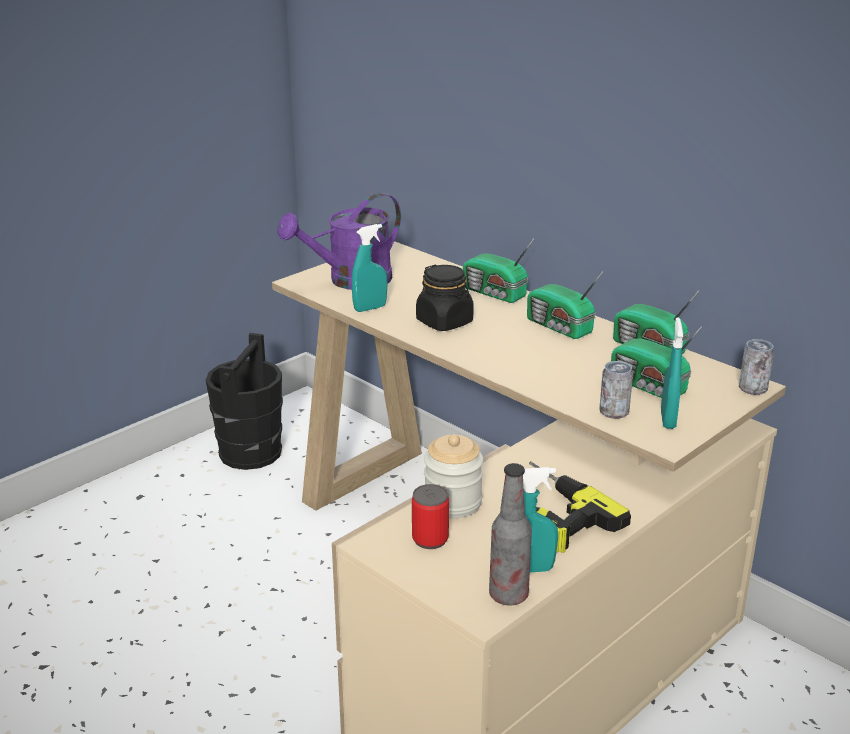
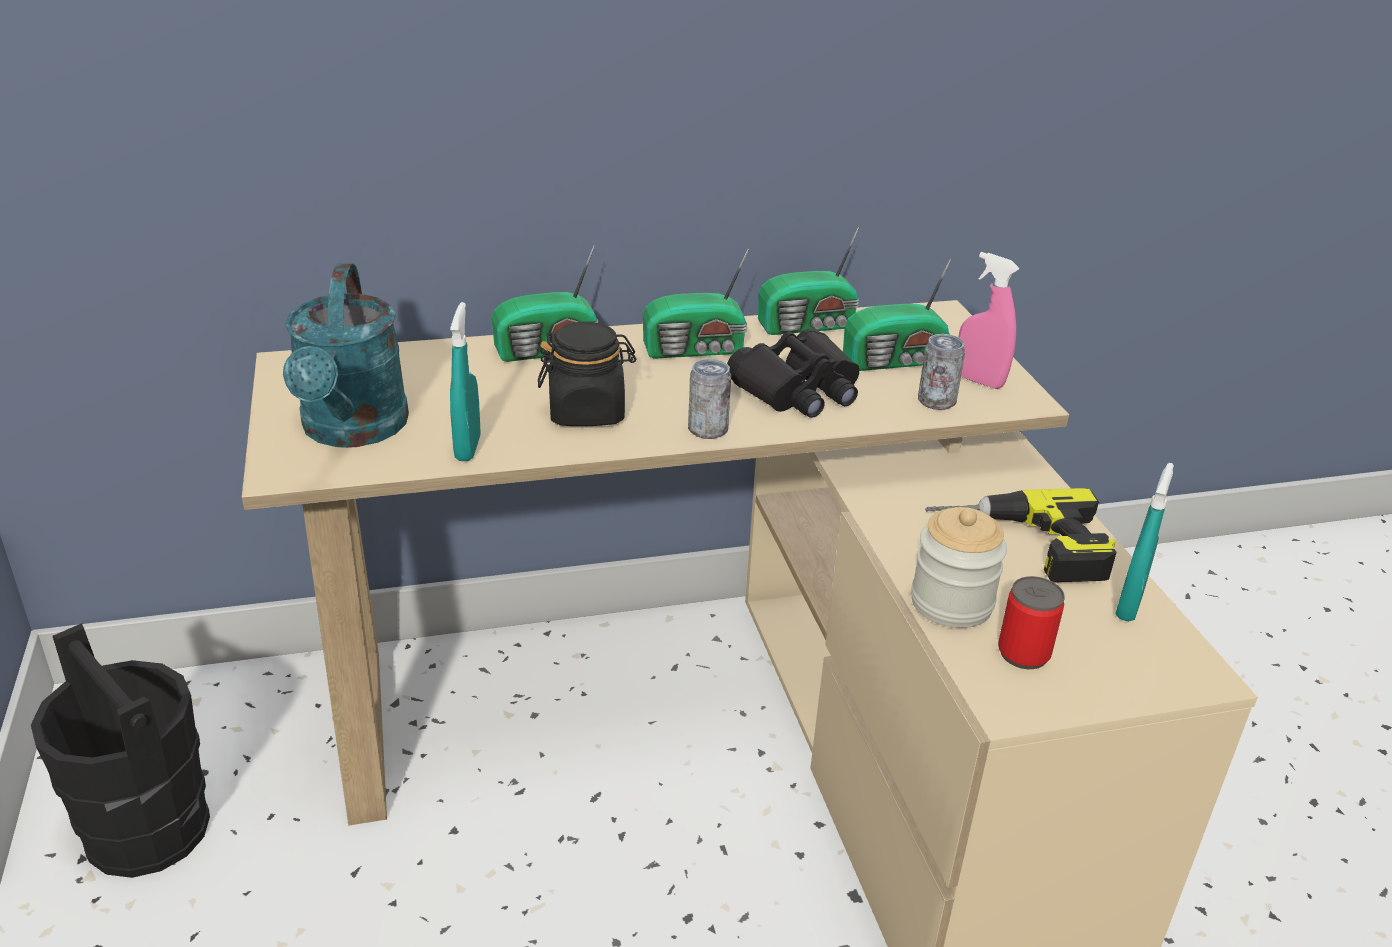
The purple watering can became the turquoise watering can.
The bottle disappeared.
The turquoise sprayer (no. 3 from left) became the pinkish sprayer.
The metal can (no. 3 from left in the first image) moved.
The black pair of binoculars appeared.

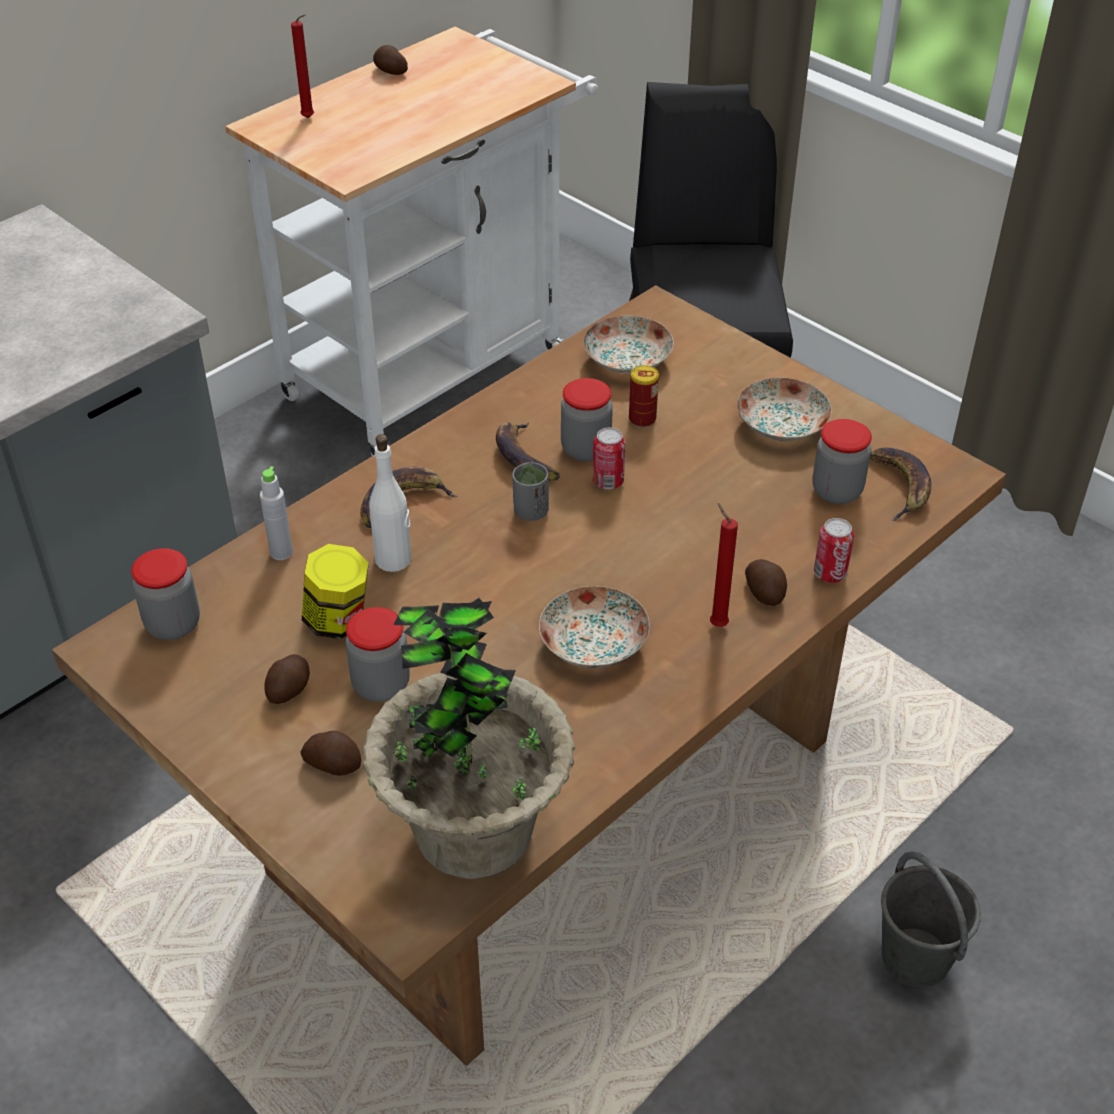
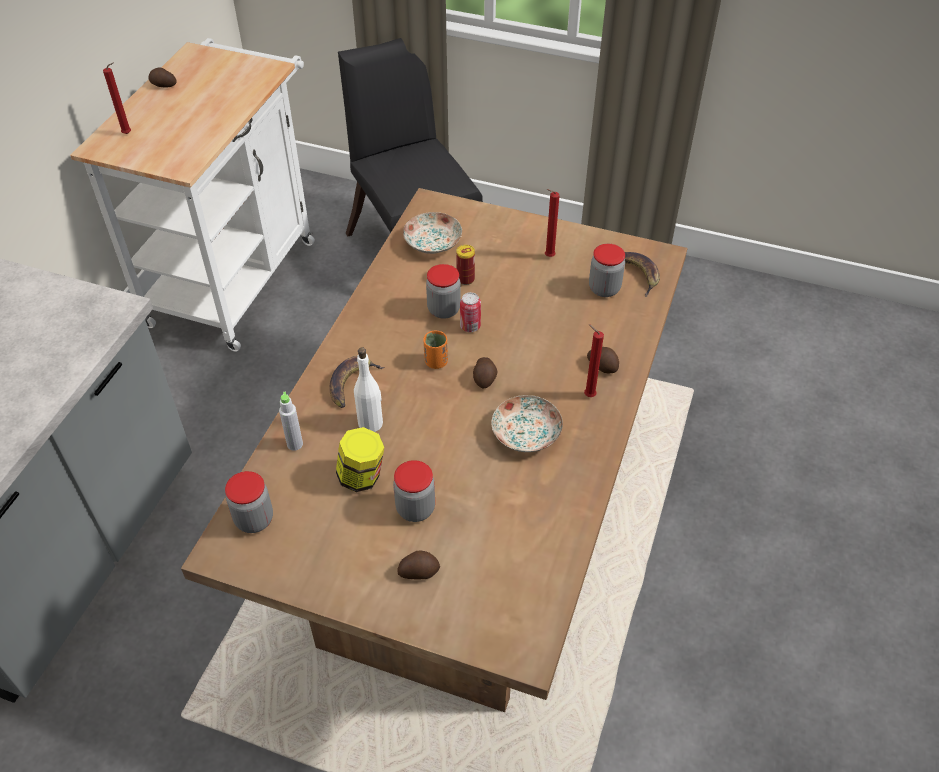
The potato (no. 1 from left in the first image) moved.
The houseplant disappeared.
The whole banana (no. 2 from left) disappeared.
The greyish small cup became the orange-coloured small cup.
The plate (no. 3 from left) was replaced by the red-coloured candle (no. 2 from left).
The metal can (no. 3 from left) disappeared.
The greyish pail disappeared.

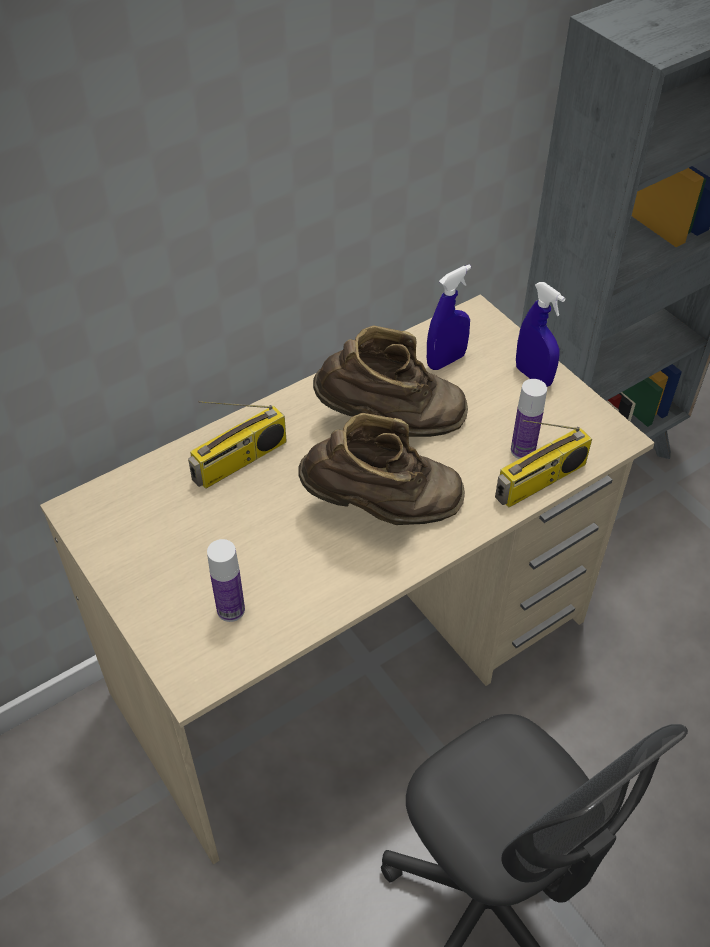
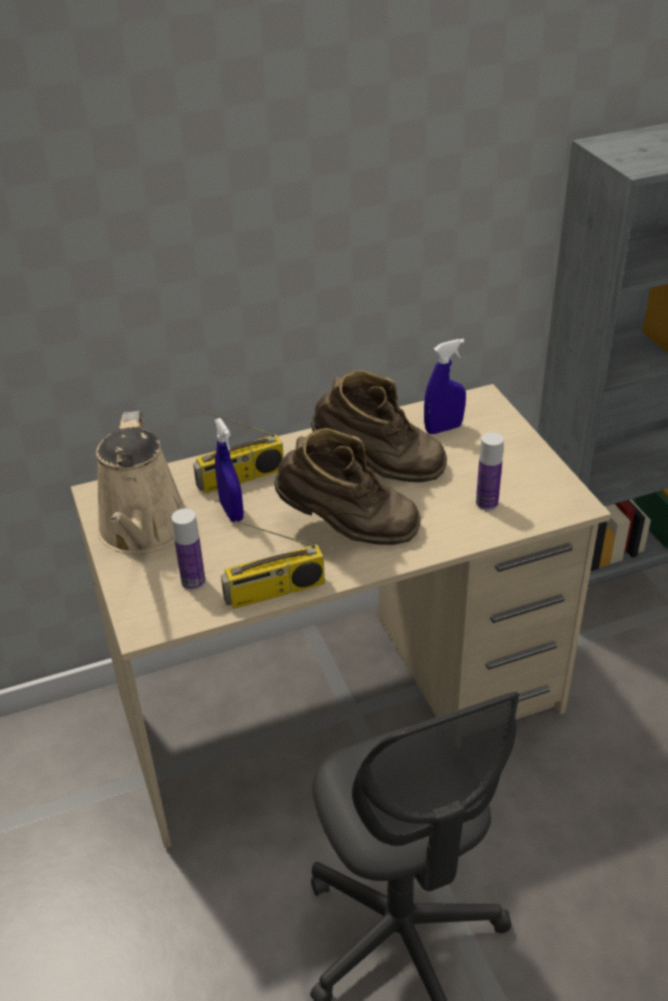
The radio receiver (no. 2 from left) moved.
The blue-coloured sprayer (no. 2 from left in the first image) moved.
The beige watering can appeared.

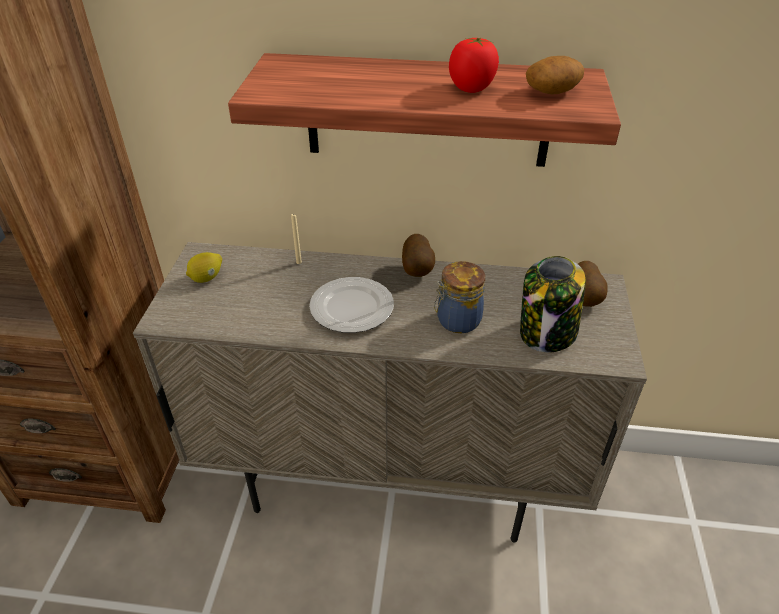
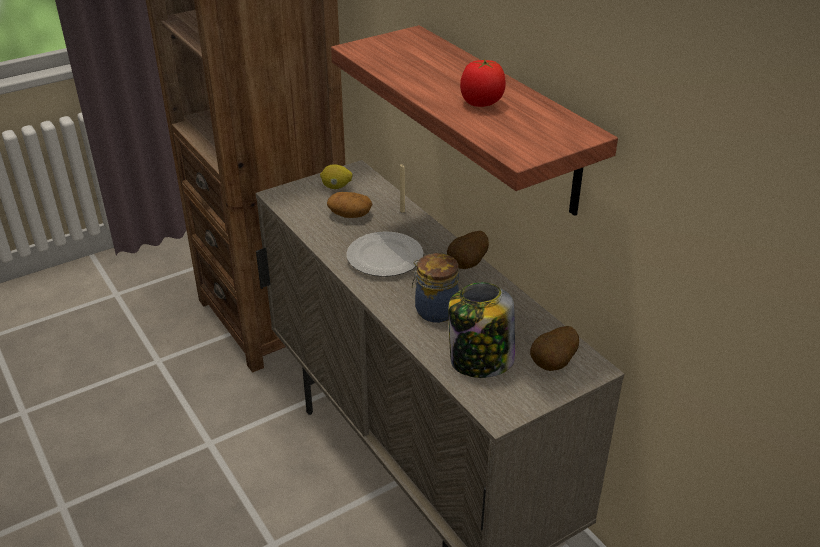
The potato (no. 2 from left in the first image) moved.

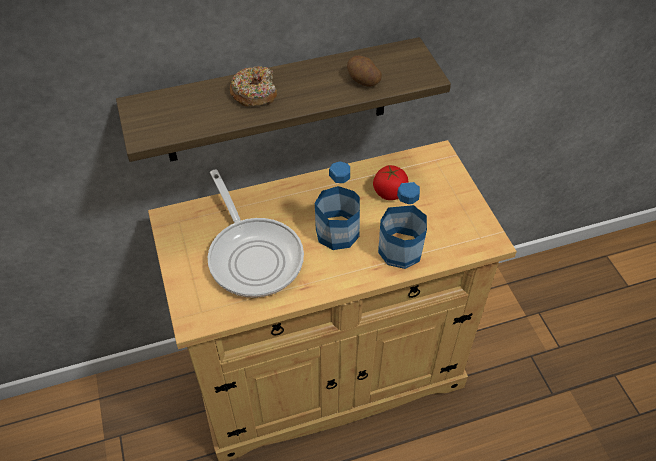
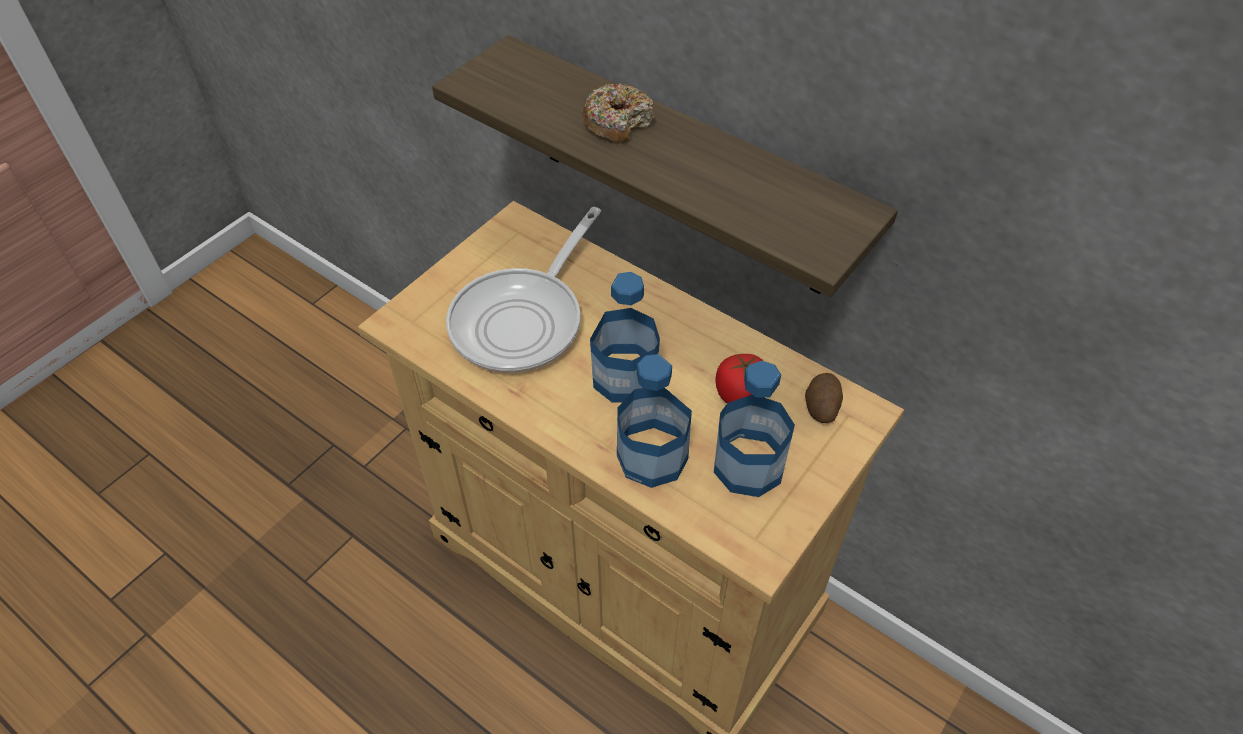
The potato moved.
The bottle (no. 3 from left) appeared.

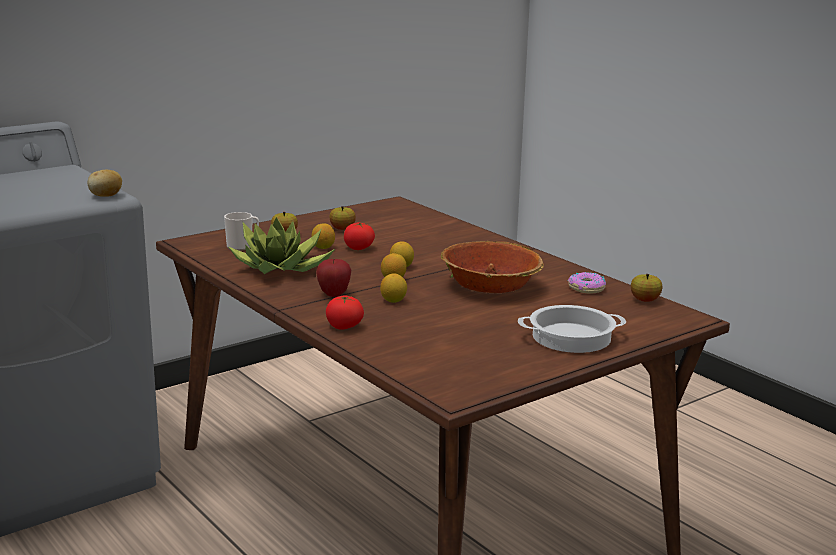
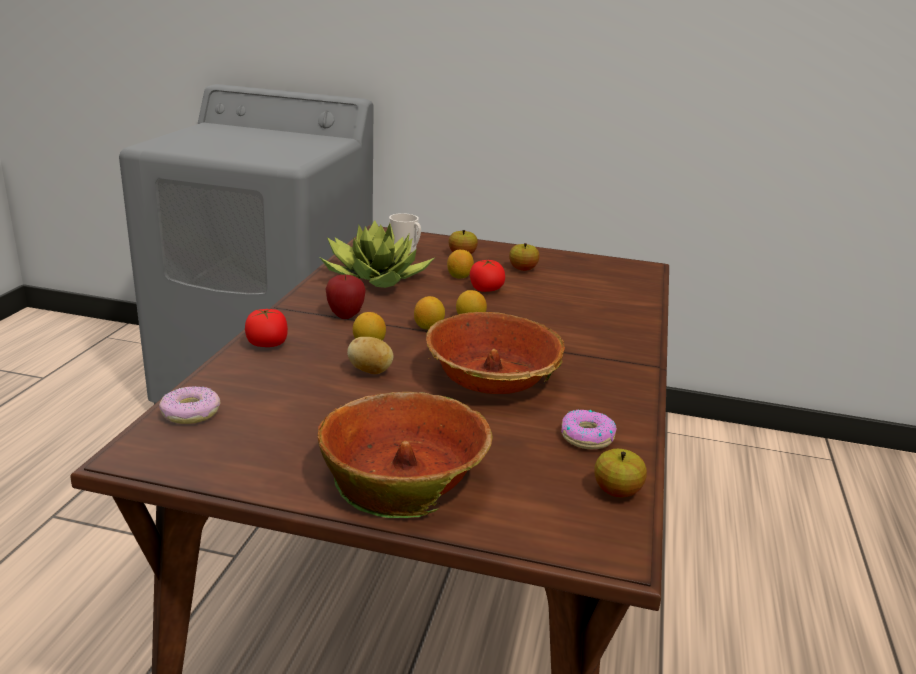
The potato moved.
The stockpot was replaced by the deep dish (no. 1 from left).
The doughnut (no. 1 from left) appeared.

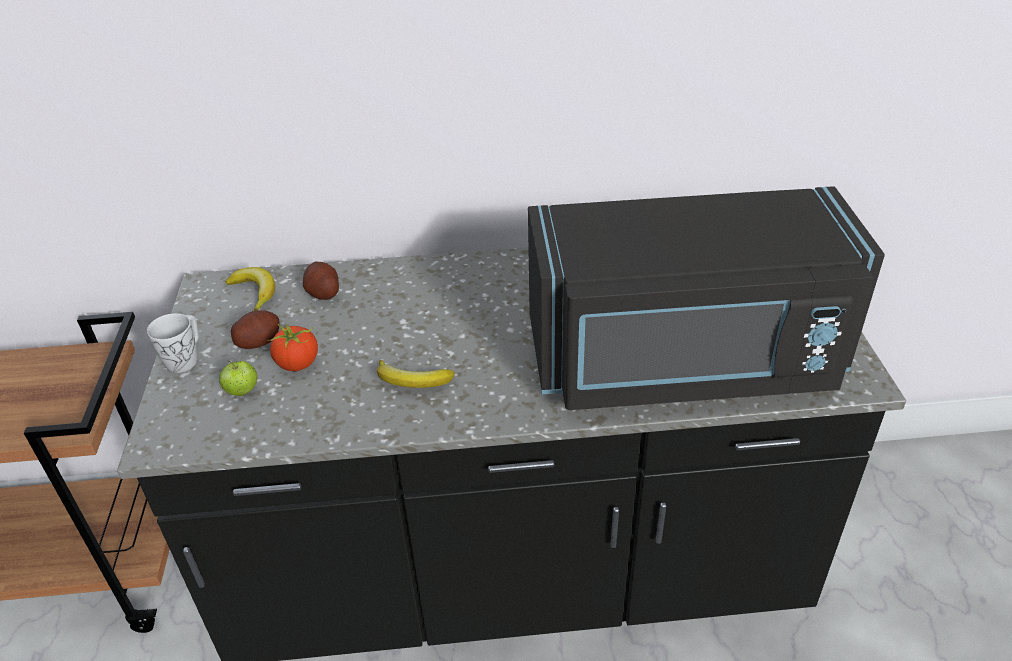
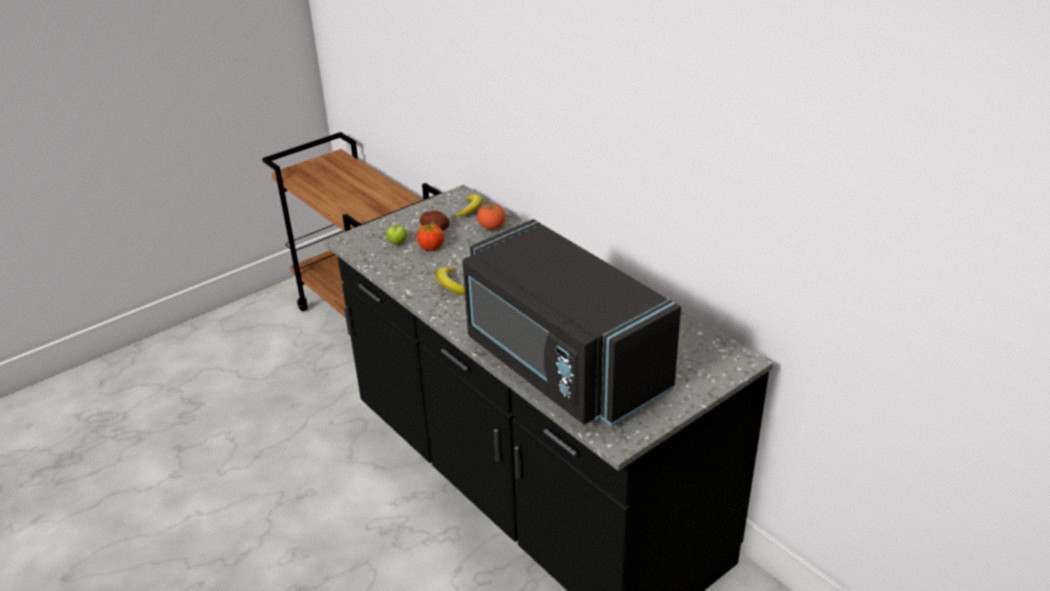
The white-coloured tea mug disappeared.
The potato (no. 2 from left) was replaced by the whole tomato (no. 2 from left).

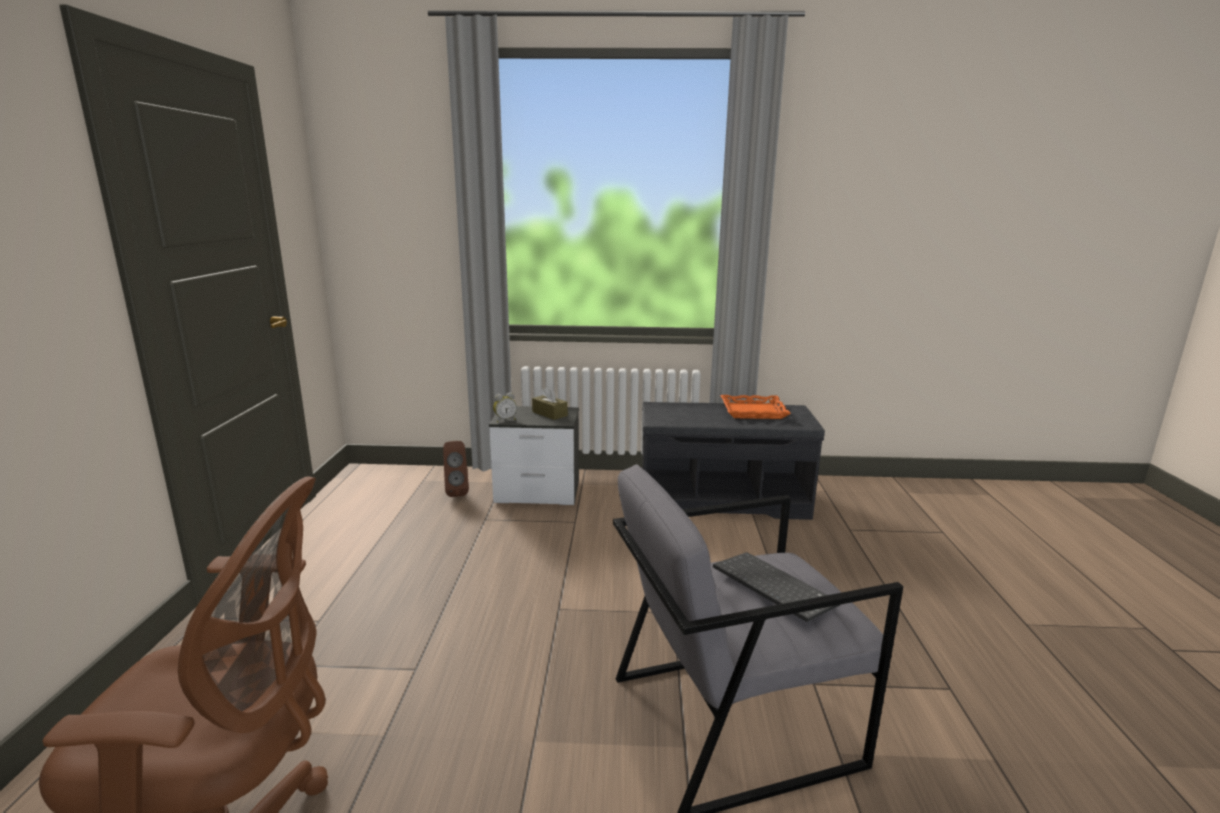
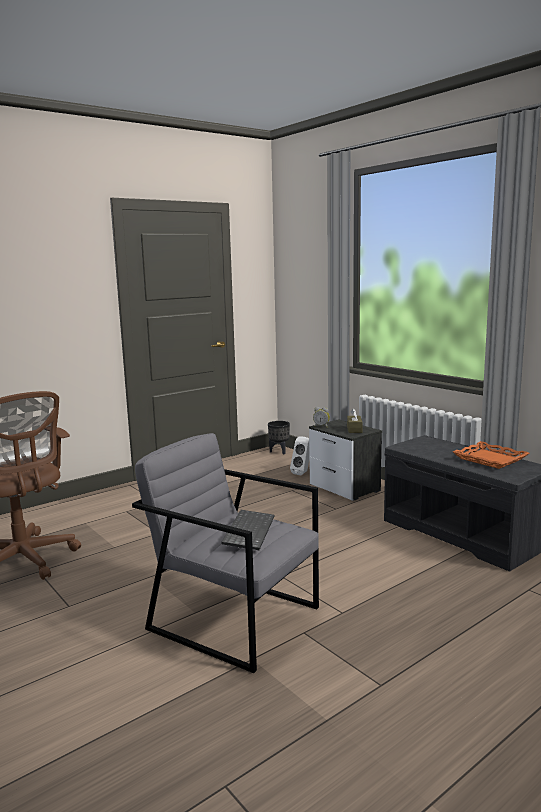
The brown audio speaker became the white-coloured audio speaker.
The black planter appeared.

